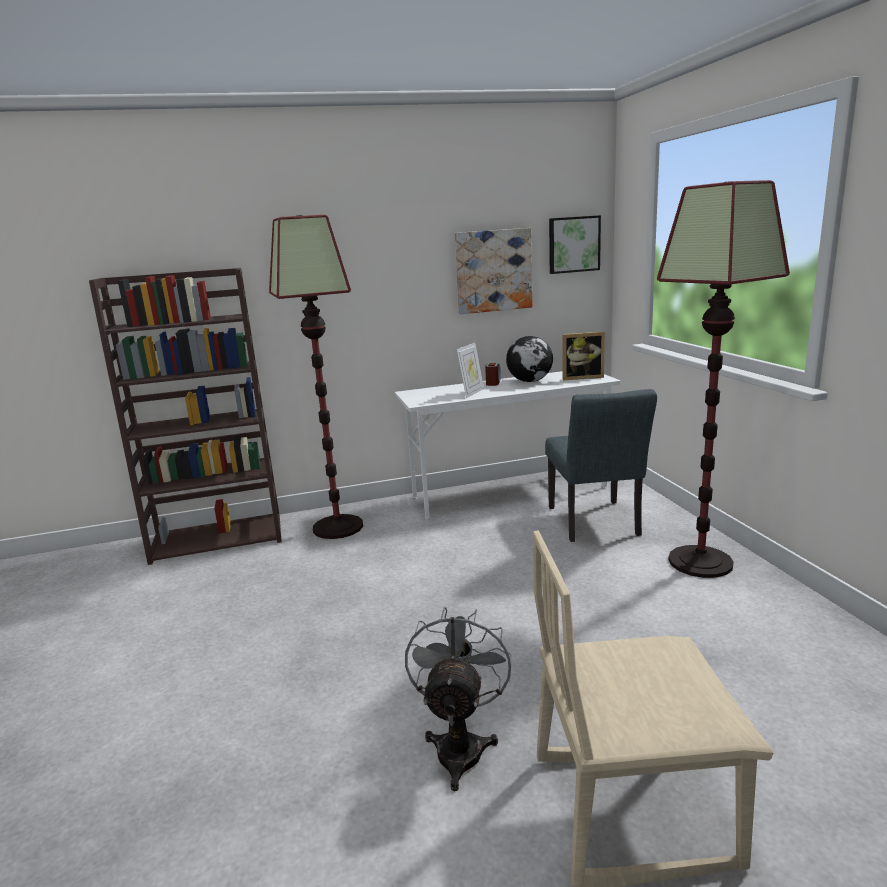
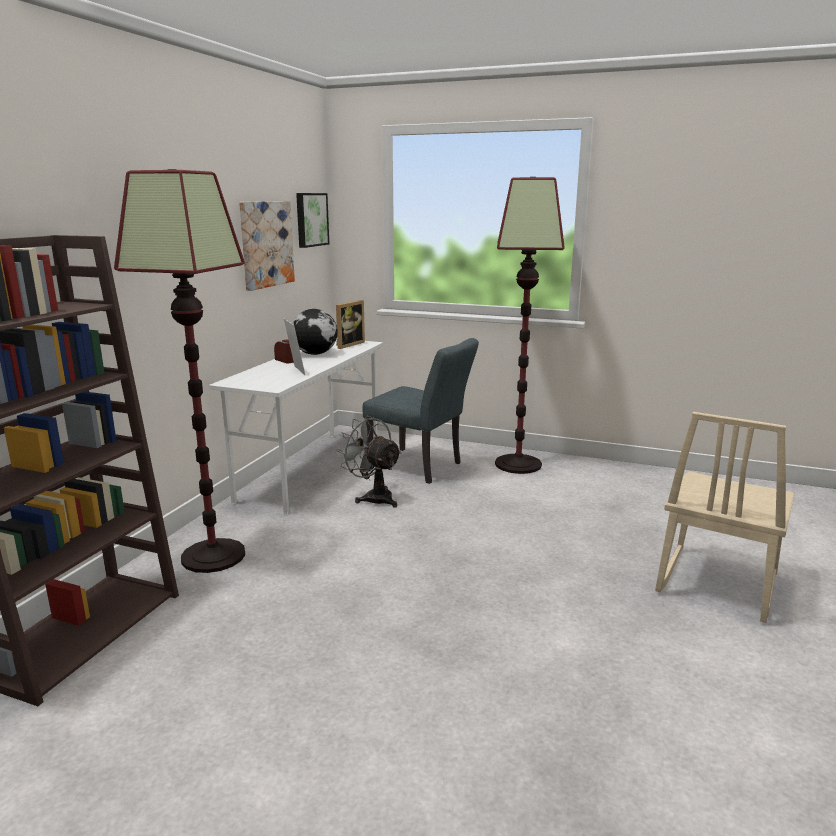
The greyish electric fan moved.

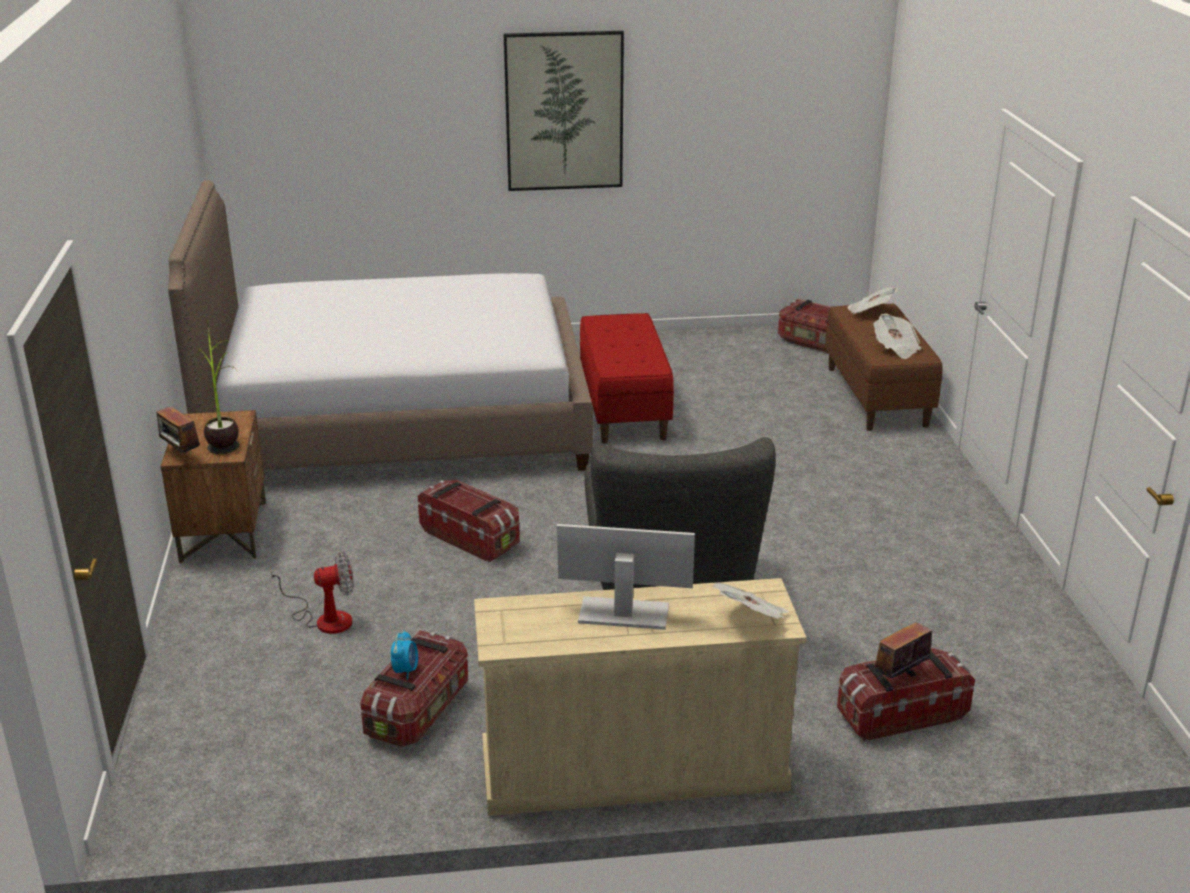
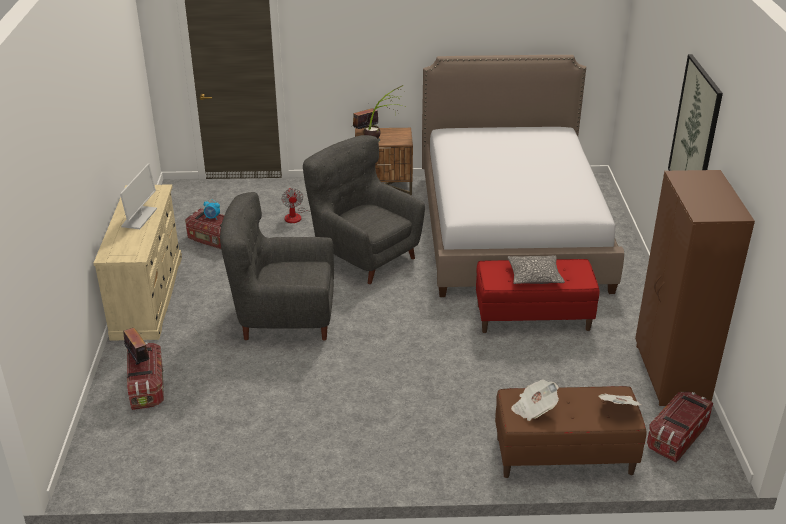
The storage bin (no. 2 from left) was replaced by the greyish lounge chair (no. 2 from left).
The daily paper (no. 1 from left) disappeared.
The cushion appeared.
The brown armoire appeared.

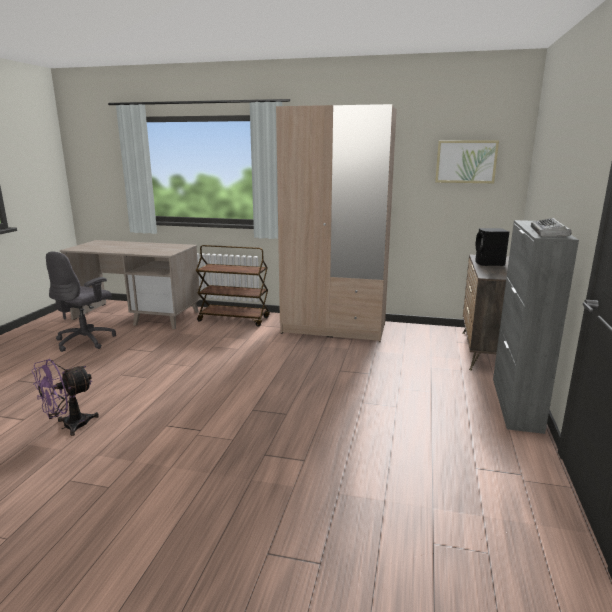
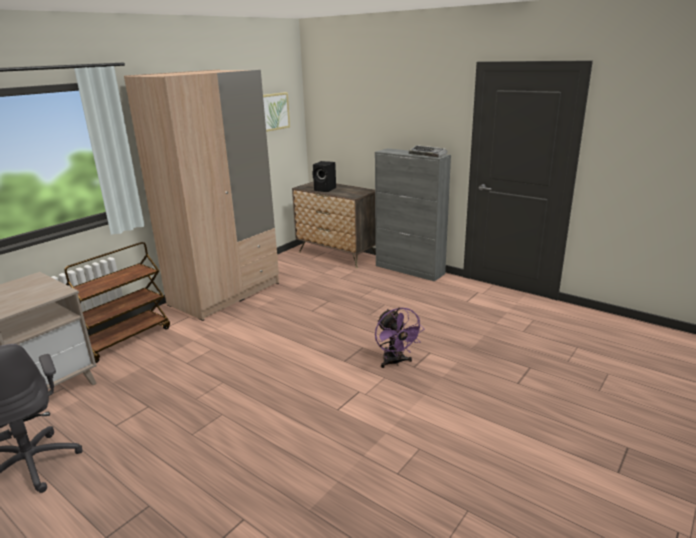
The purple electric fan moved.

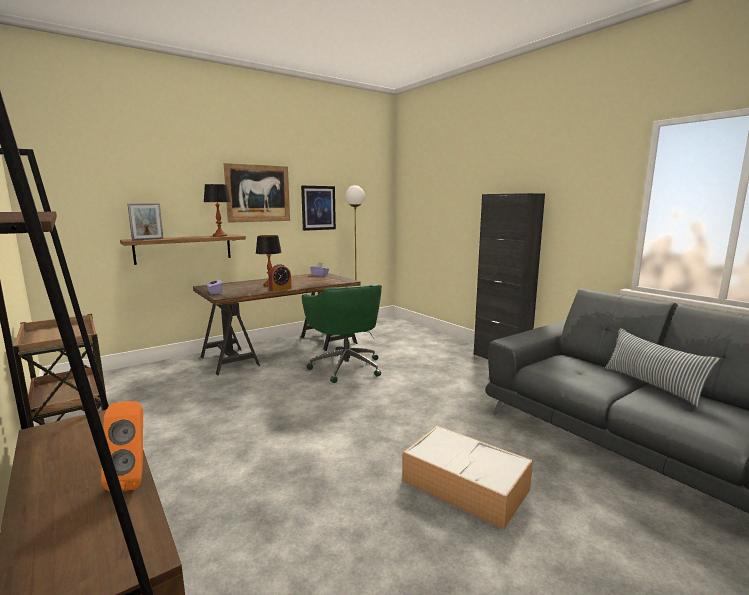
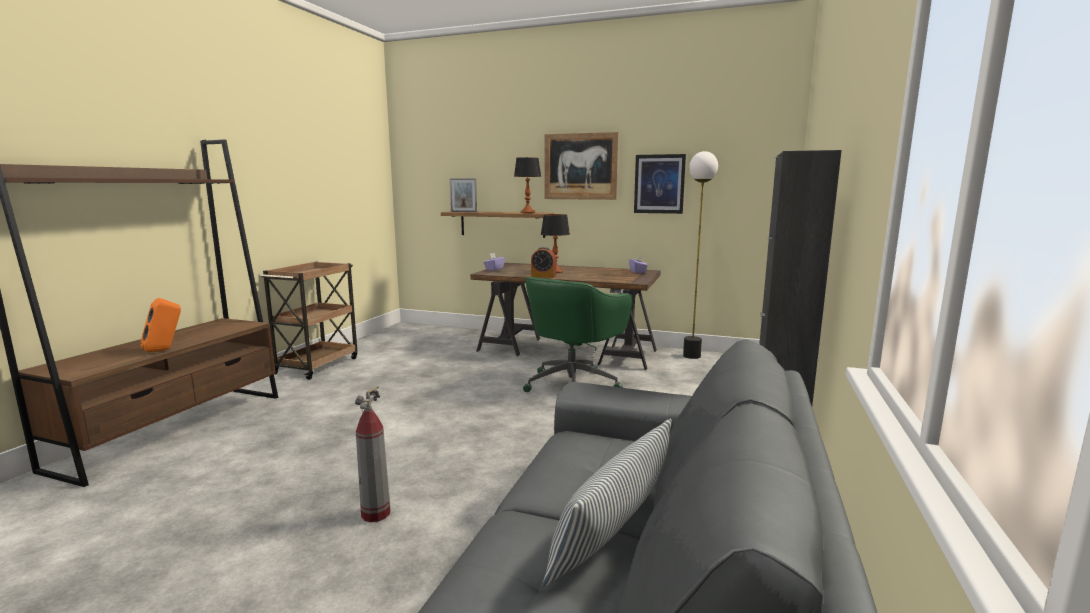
The storage bin was replaced by the extinguisher.

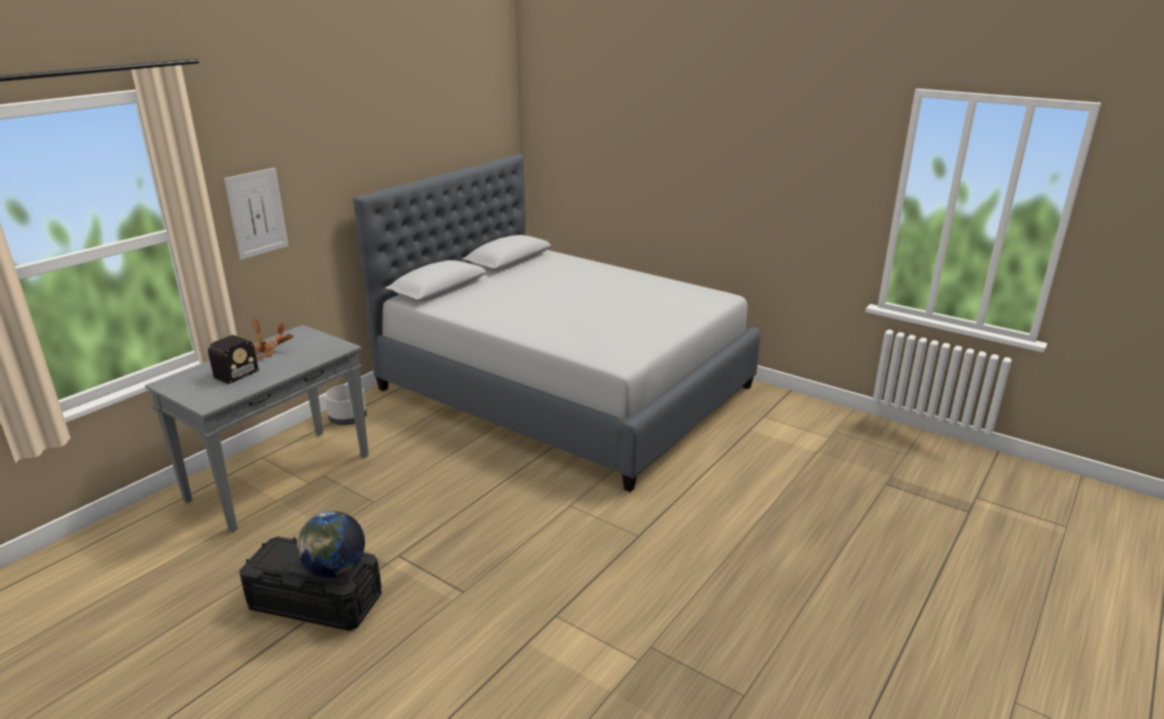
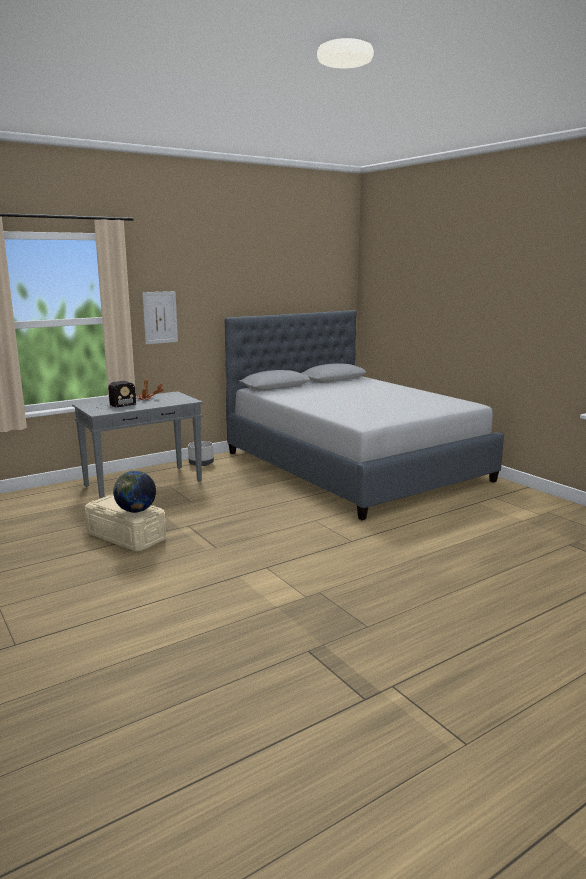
The black storage bin became the beige storage bin.

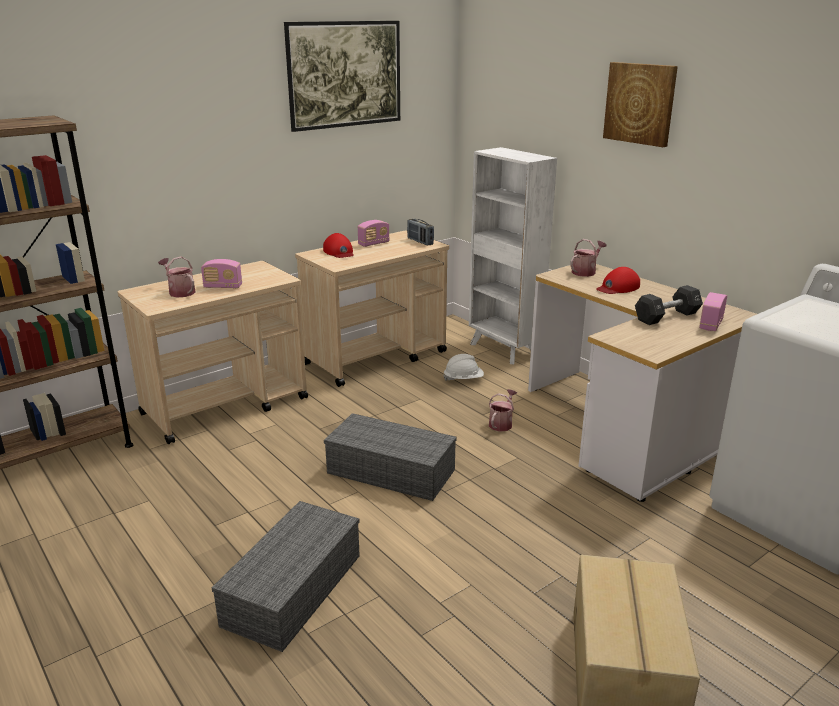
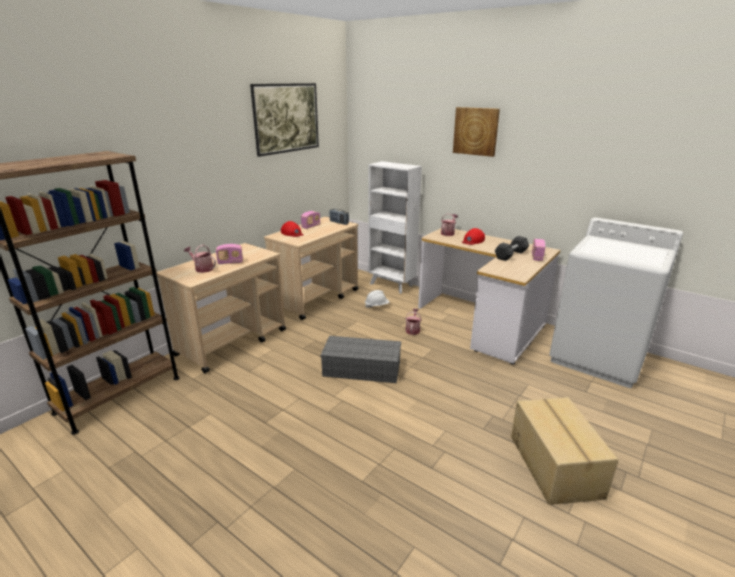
The greyish storage bin (no. 1 from left) disappeared.

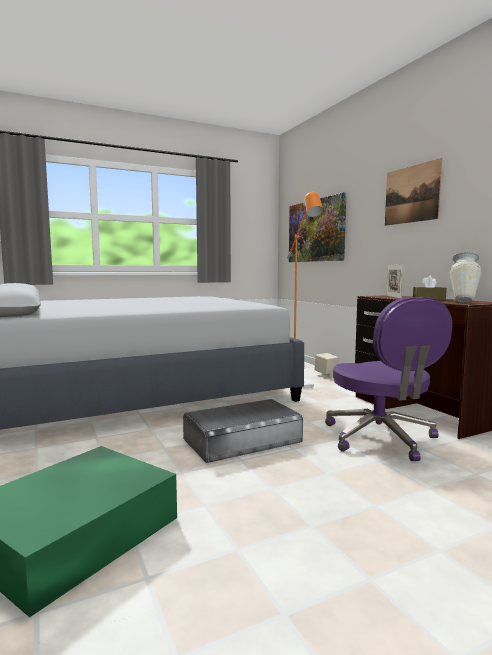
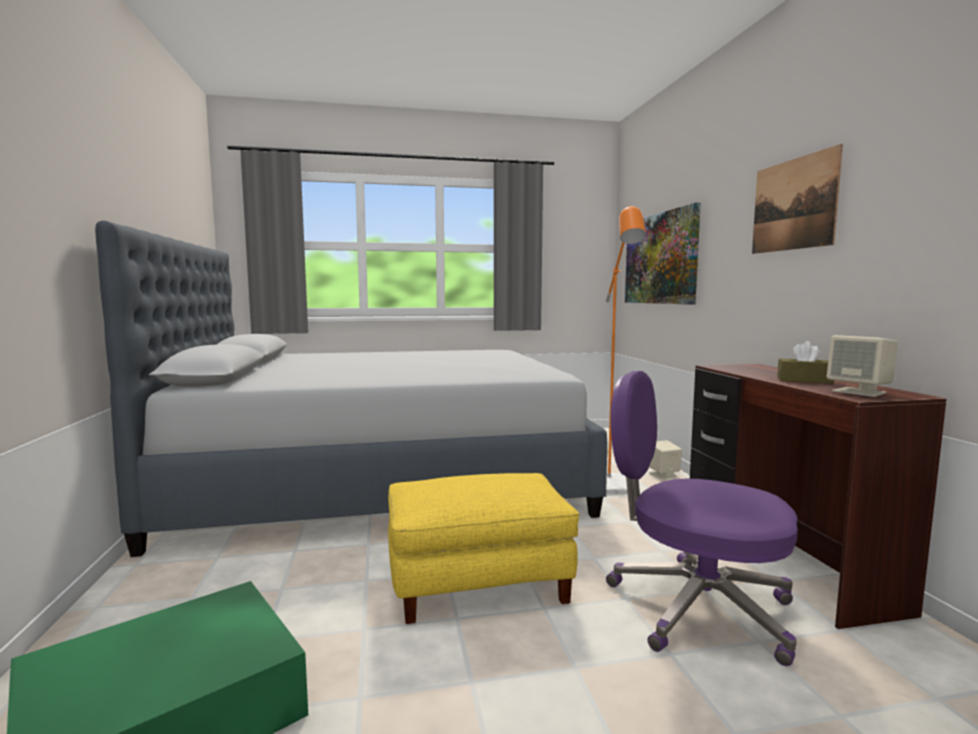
The greyish storage bin was replaced by the yellow-coloured pouffe.
The purple office chair turned 120 degrees clockwise.
The standing frame disappeared.
The vase was replaced by the beige audio speaker (no. 2 from left).

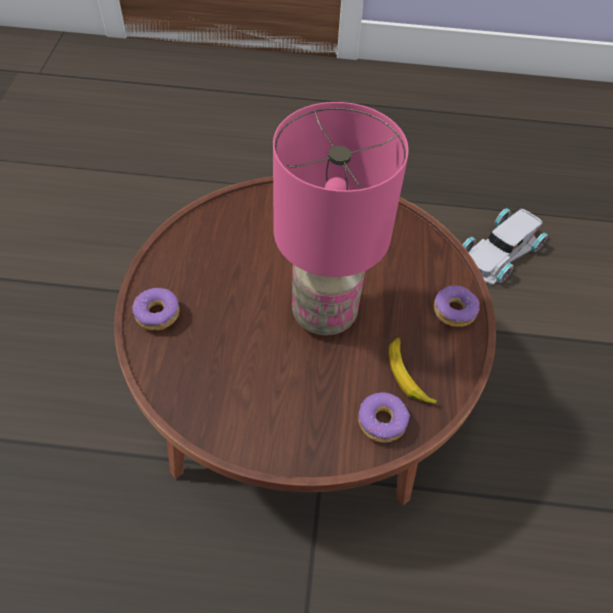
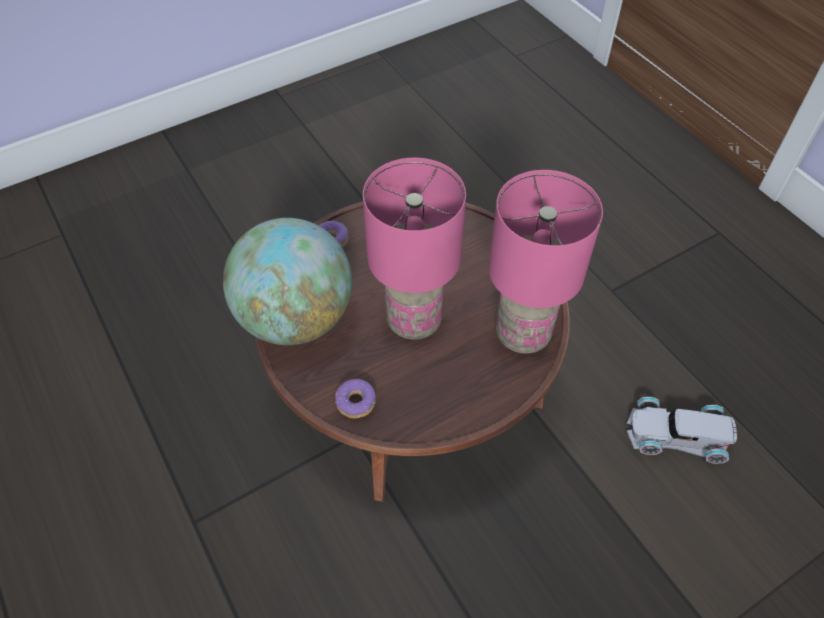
The whole banana disappeared.
The doughnut (no. 3 from left) disappeared.
The globe appeared.
The pinkish table lamp (no. 2 from left) appeared.

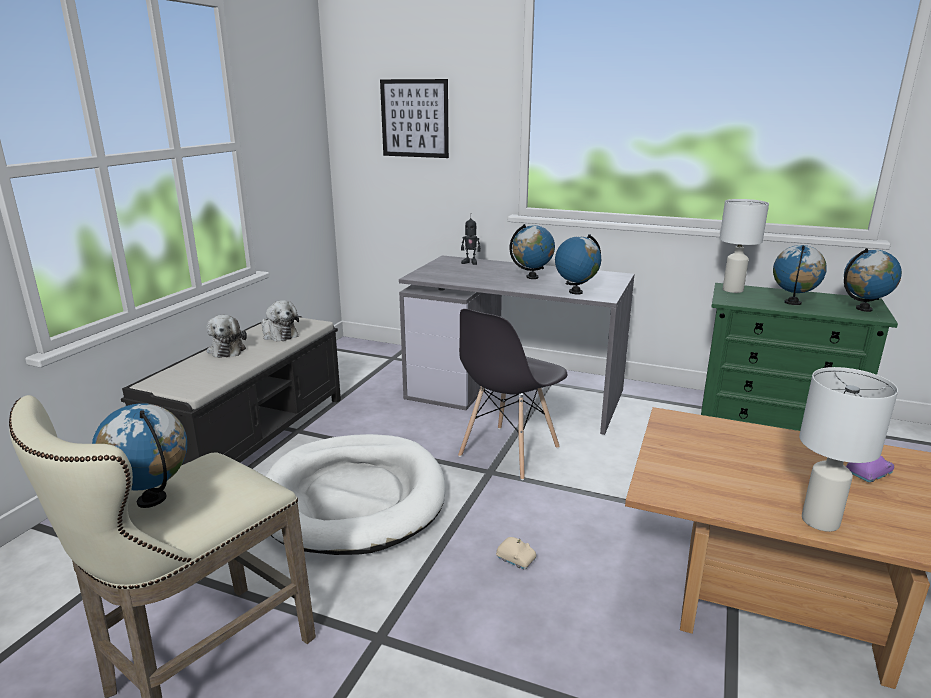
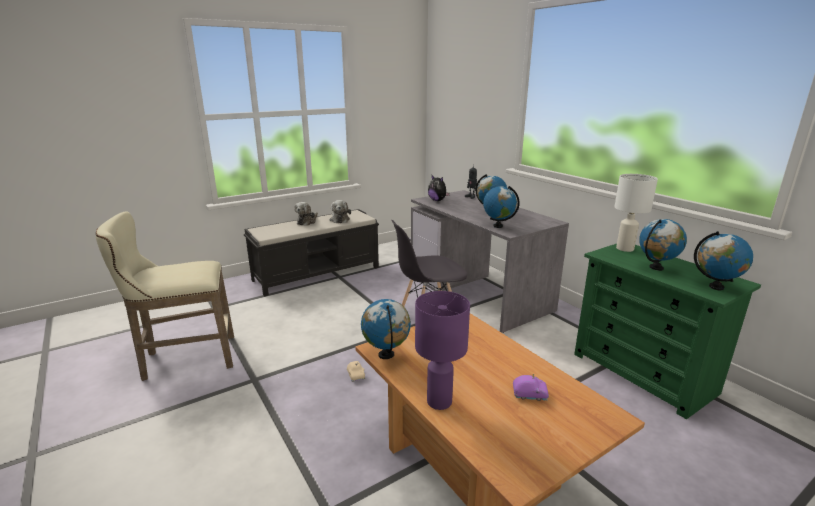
The globe (no. 1 from left) moved.
The white-coloured dog bed disappeared.
The wall art disappeared.
The white-coloured table lamp (no. 2 from left) became the purple table lamp.
The cuddly toy (no. 3 from left) appeared.

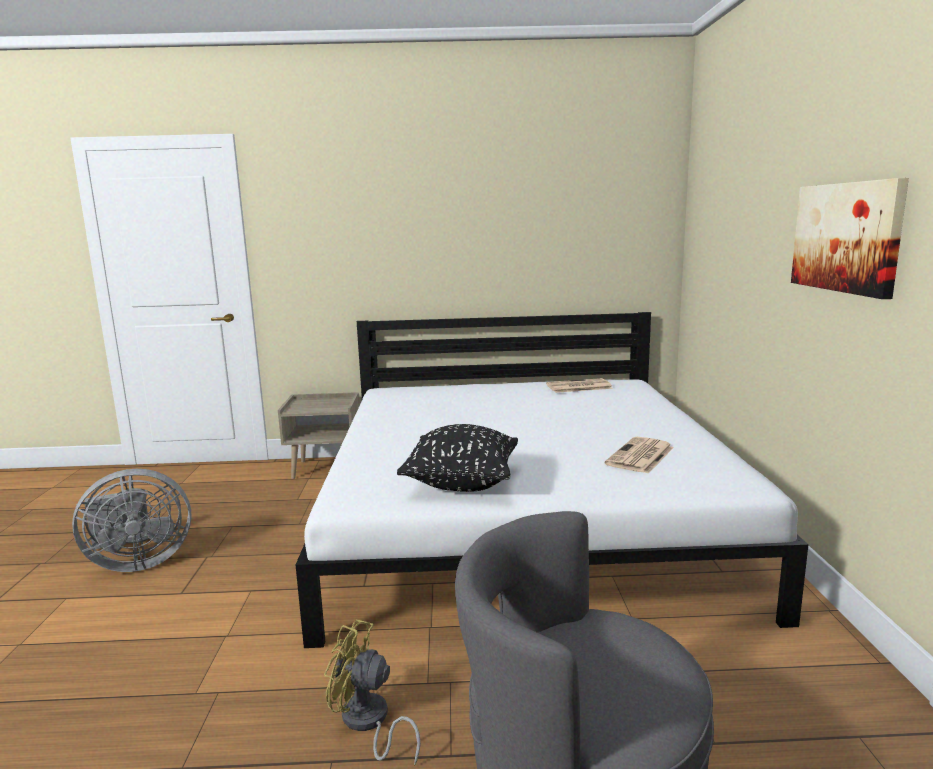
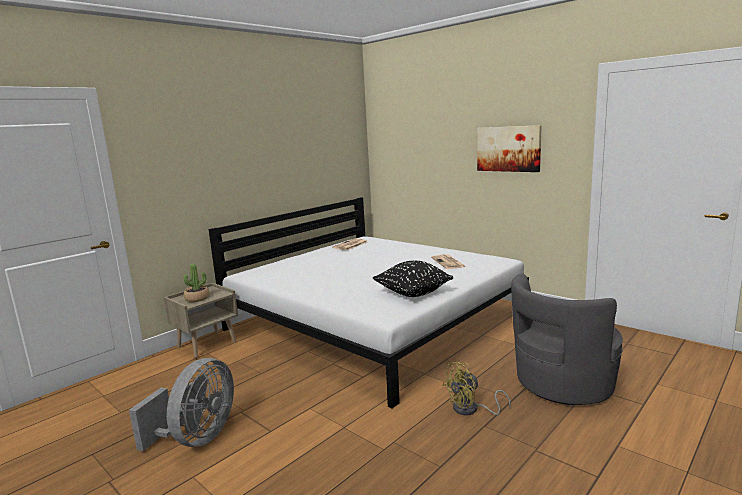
The houseplant appeared.

